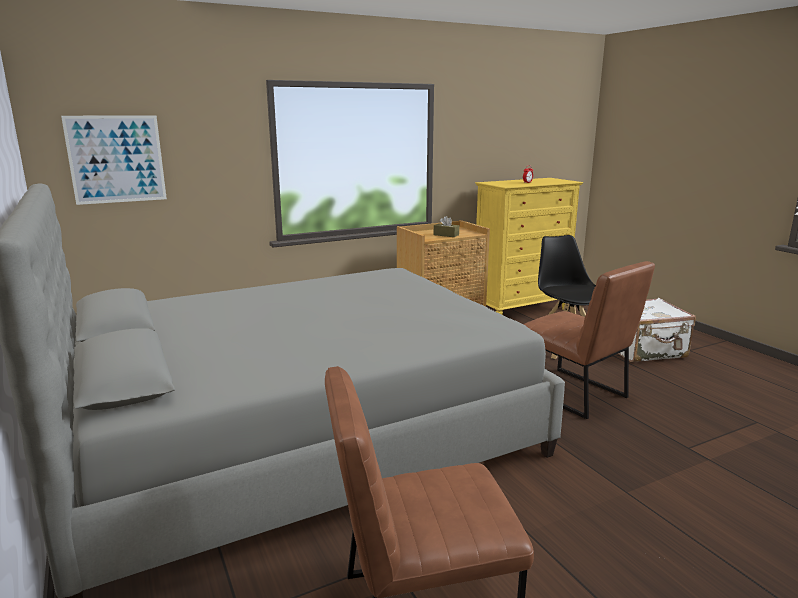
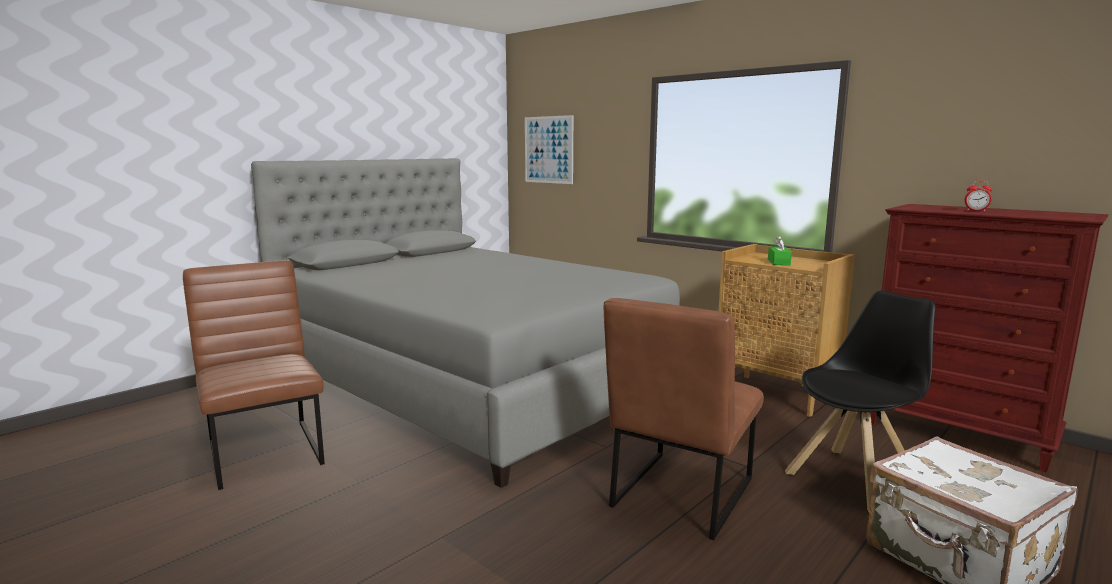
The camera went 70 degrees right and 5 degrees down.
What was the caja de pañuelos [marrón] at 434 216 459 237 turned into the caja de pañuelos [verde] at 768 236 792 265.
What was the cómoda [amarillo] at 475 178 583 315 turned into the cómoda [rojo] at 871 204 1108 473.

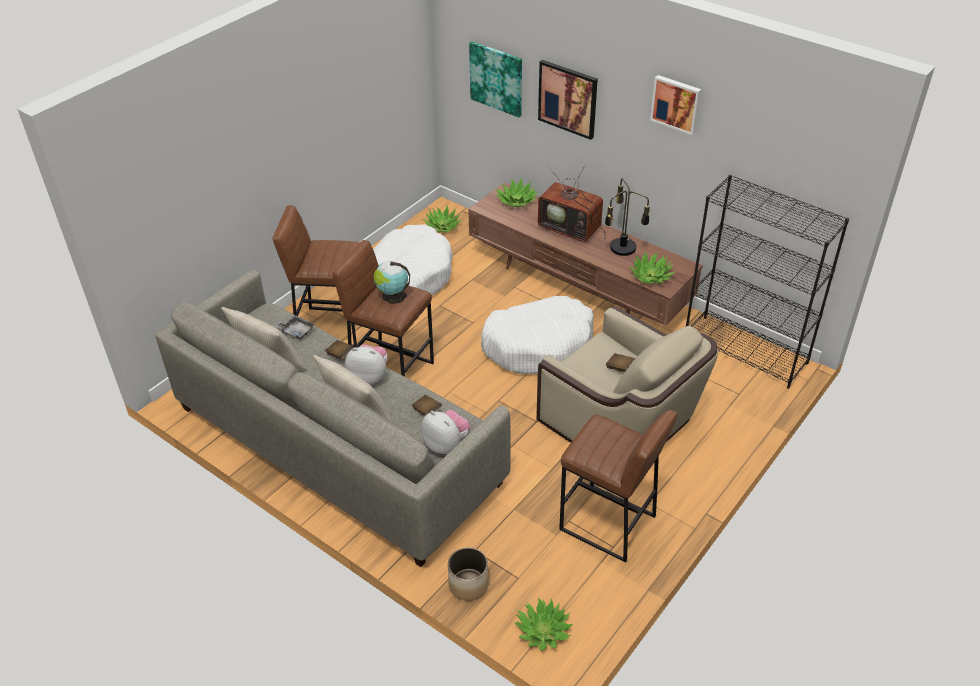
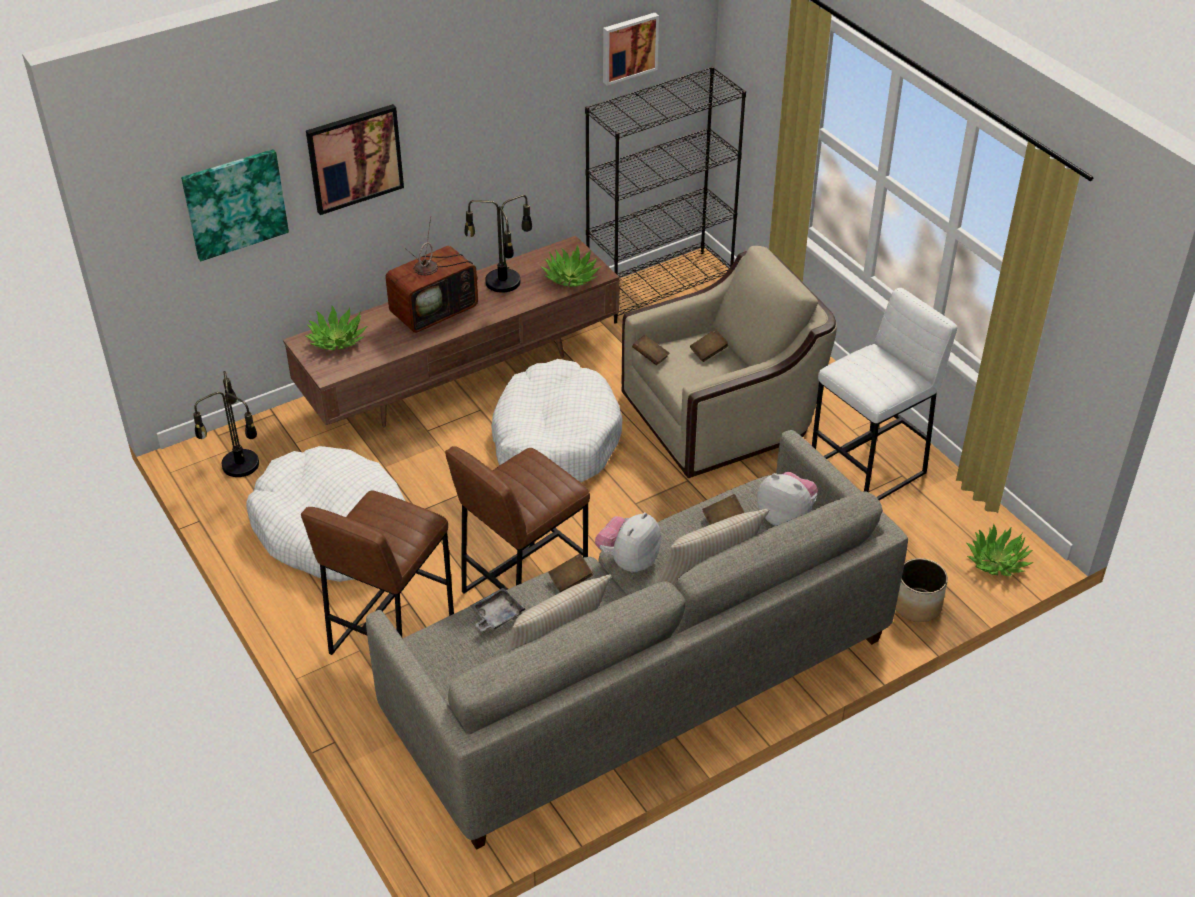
The camera went 70 degrees left and 0 degrees up.
The second view lost the globo terráqueo at 374 260 410 304.
The peluche at 421 410 470 454 ended up facing another way, 60 degrees clockwise from before.
Where the planta en maceta stood at 423 206 462 232, the lámpara de mesa came to stand at 193 371 259 477.
What was the taburete [marrón] at 559 410 677 563 turned into the taburete [blanco] at 812 288 957 500.
The cuadro ended up elsewhere, having gone from 650 75 701 135 to 603 13 659 86.
The second view gained the libro [marrón] at 632 335 669 365.

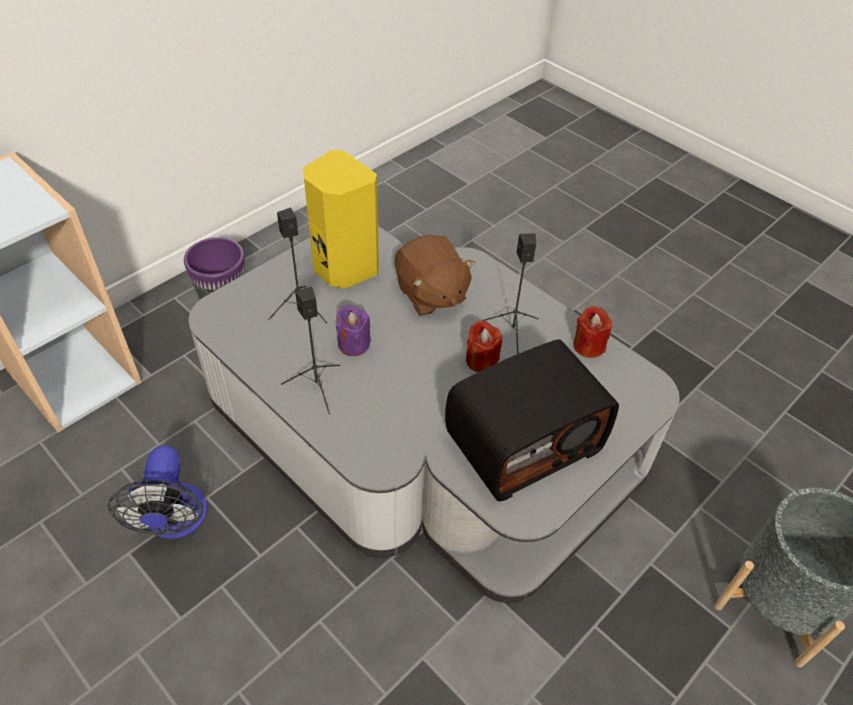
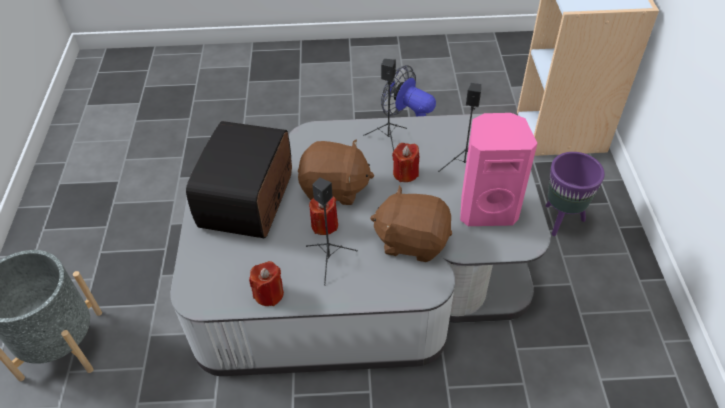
The camera went 135 degrees right and 0 degrees up.
What was the altavoz [amarillo] at 303 150 379 288 turned into the altavoz [rosa] at 460 113 537 226.
What was the vela [morado] at 336 304 371 356 turned into the vela [rojo] at 392 143 419 182.
The second view gained the peluche [marrón] at 298 139 374 205.

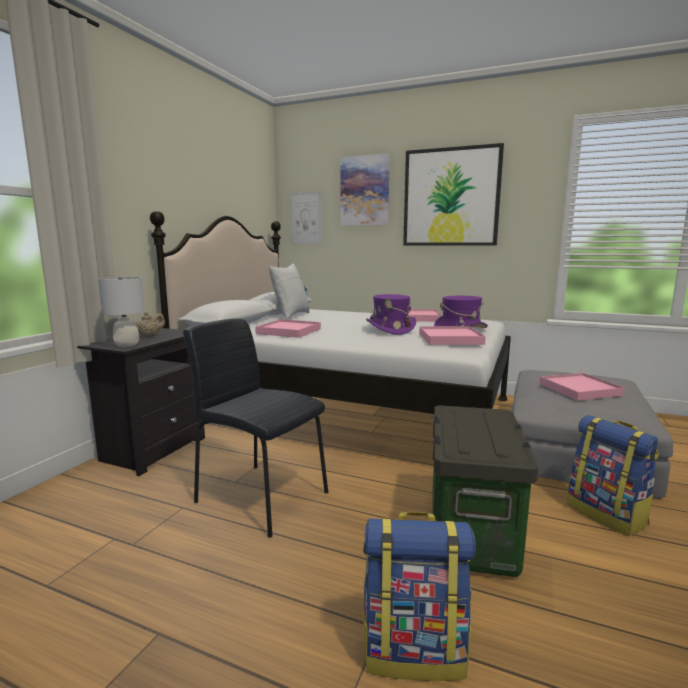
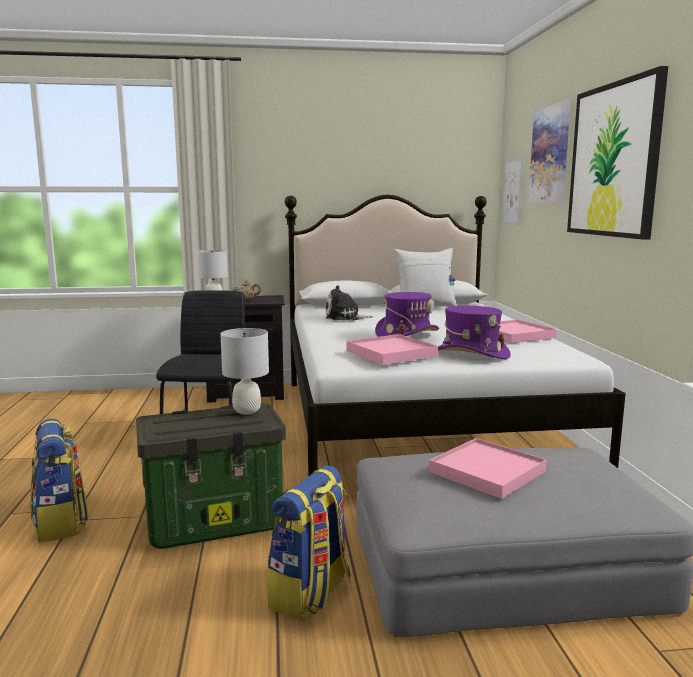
The camera went 60 degrees right and 0 degrees up.
Where the bandeja [rosa] stood at 255 319 321 338, the peluche came to stand at 326 285 373 321.
The second view gained the lámpara de mesa [gris] at 220 328 269 415.

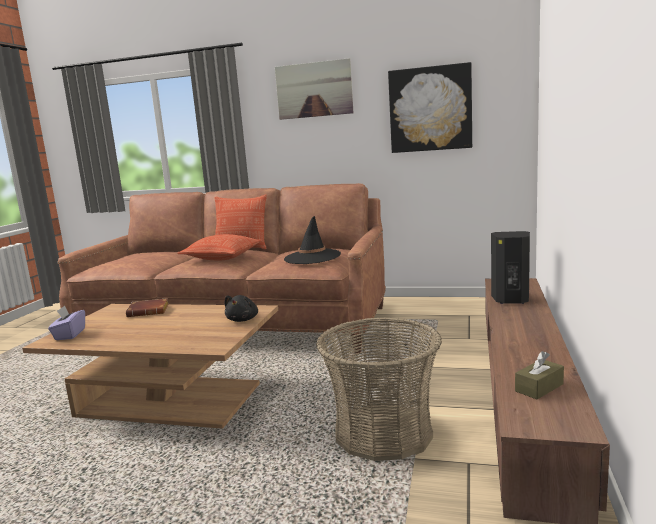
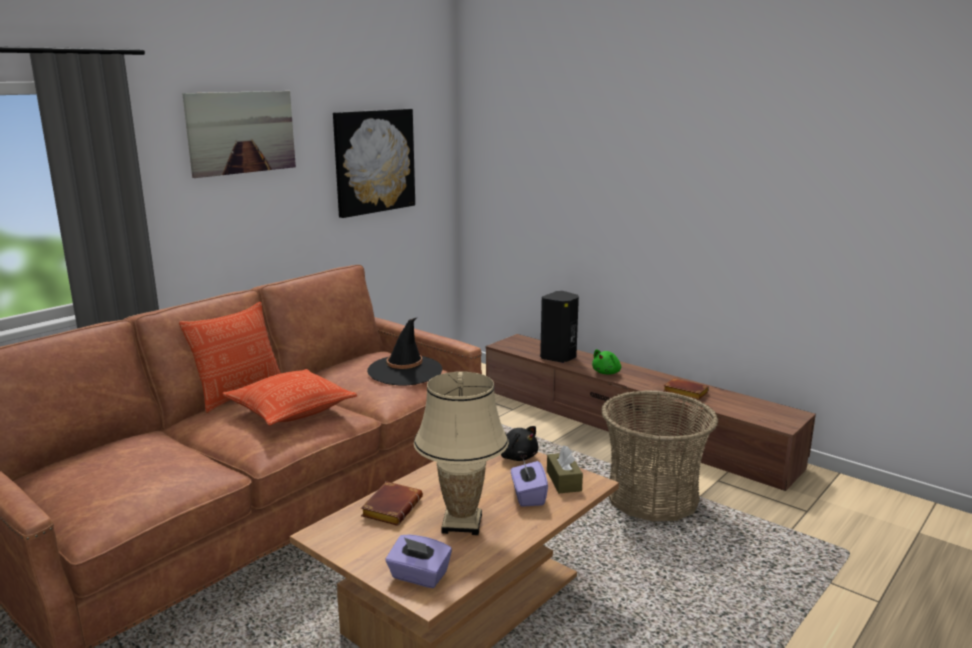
The camera went 65 degrees left and 5 degrees up.
The caja de pañuelos [marrón] ended up elsewhere, having gone from 515 351 564 400 to 547 445 583 493.
The second view gained the lámpara de mesa [beis] at 414 372 509 535.
The second view gained the caja de pañuelos [morado] at 511 459 548 507.
The second view gained the peluche [verde] at 592 349 621 375.
The second view gained the libro [marrón] at 663 378 709 400.

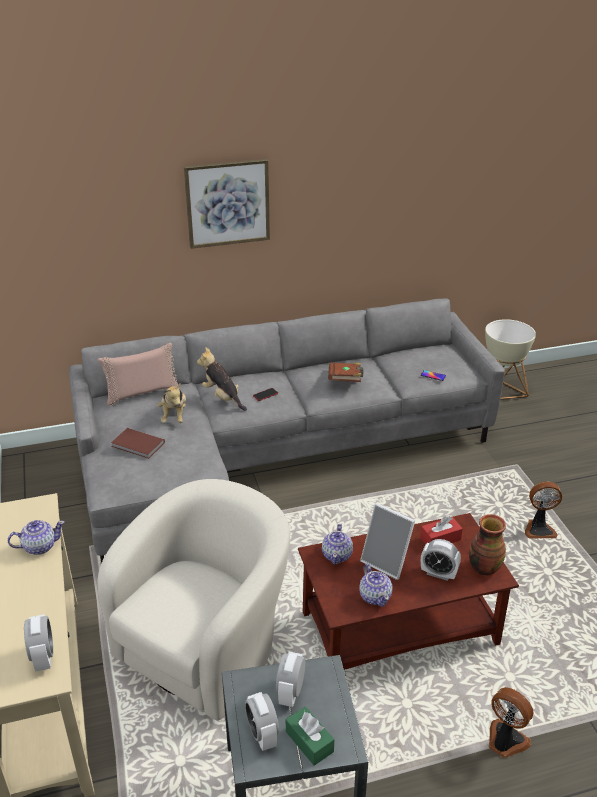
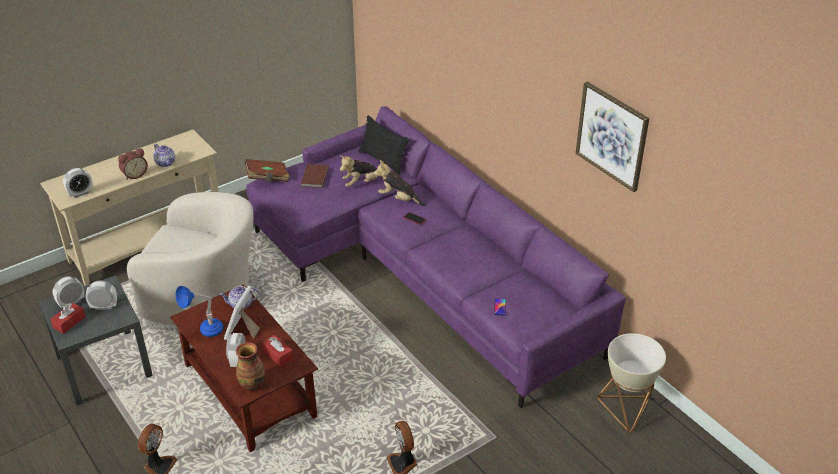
The camera went 70 degrees right and 5 degrees up.
What was the sofá [gris] at 69 298 505 563 turned into the sofá [morado] at 246 106 626 408.
What was the cojín [beis] at 98 343 180 406 turned into the cojín [negro] at 358 115 409 175.
The cuadro ended up elsewhere, having gone from 184 159 270 249 to 575 82 649 192.
The peluche at 197 347 247 411 ended up facing another way, 90 degrees counterclockwise from before.
What was the caja de pañuelos [verde] at 286 707 334 766 turned into the caja de pañuelos [rojo] at 50 302 86 334.
The libro [marrón] ended up elsewhere, having gone from 328 363 363 382 to 245 159 290 182.
Where the tetera stood at 359 564 393 607, the lámpara de mesa [azul] came to stand at 176 286 223 337.
The second view gained the despertador at 118 148 148 180.

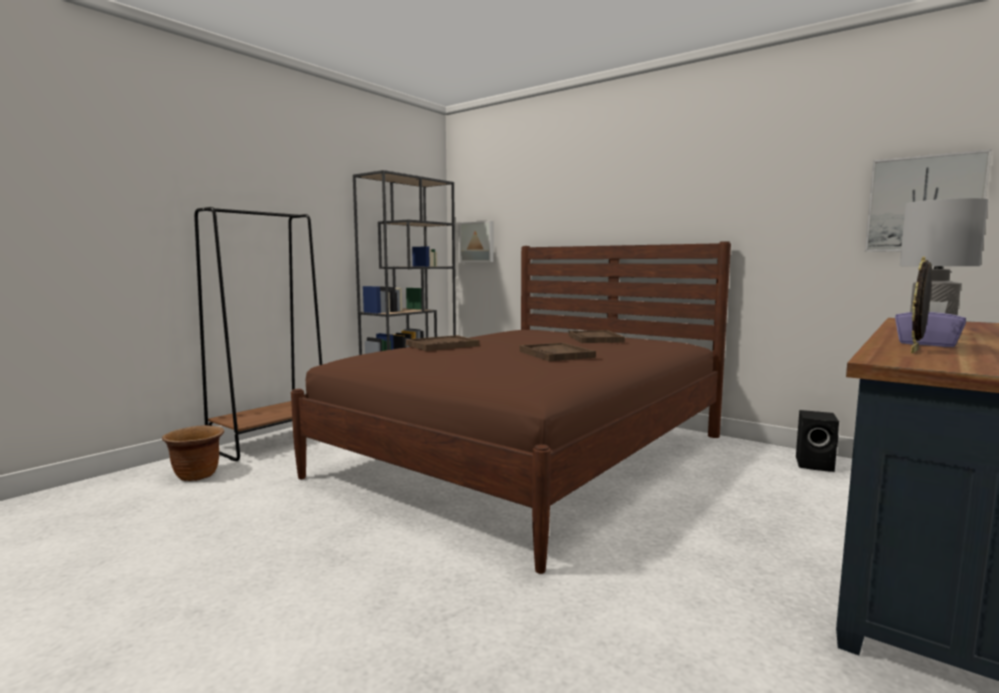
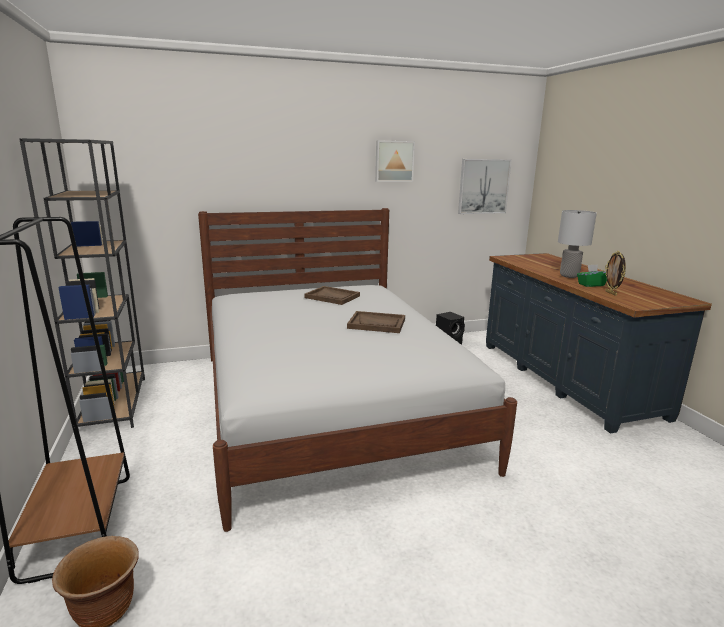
The camera went 55 degrees left and 10 degrees up.
What was the cama [marrón] at 291 241 731 574 turned into the cama [blanco] at 198 208 517 532.
The second view lost the bandeja [marrón] at 406 335 480 351.
The cuadro ended up elsewhere, having gone from 460 221 494 262 to 375 140 415 182.
What was the caja de pañuelos [morado] at 895 301 966 347 turned into the caja de pañuelos [verde] at 577 264 607 287.

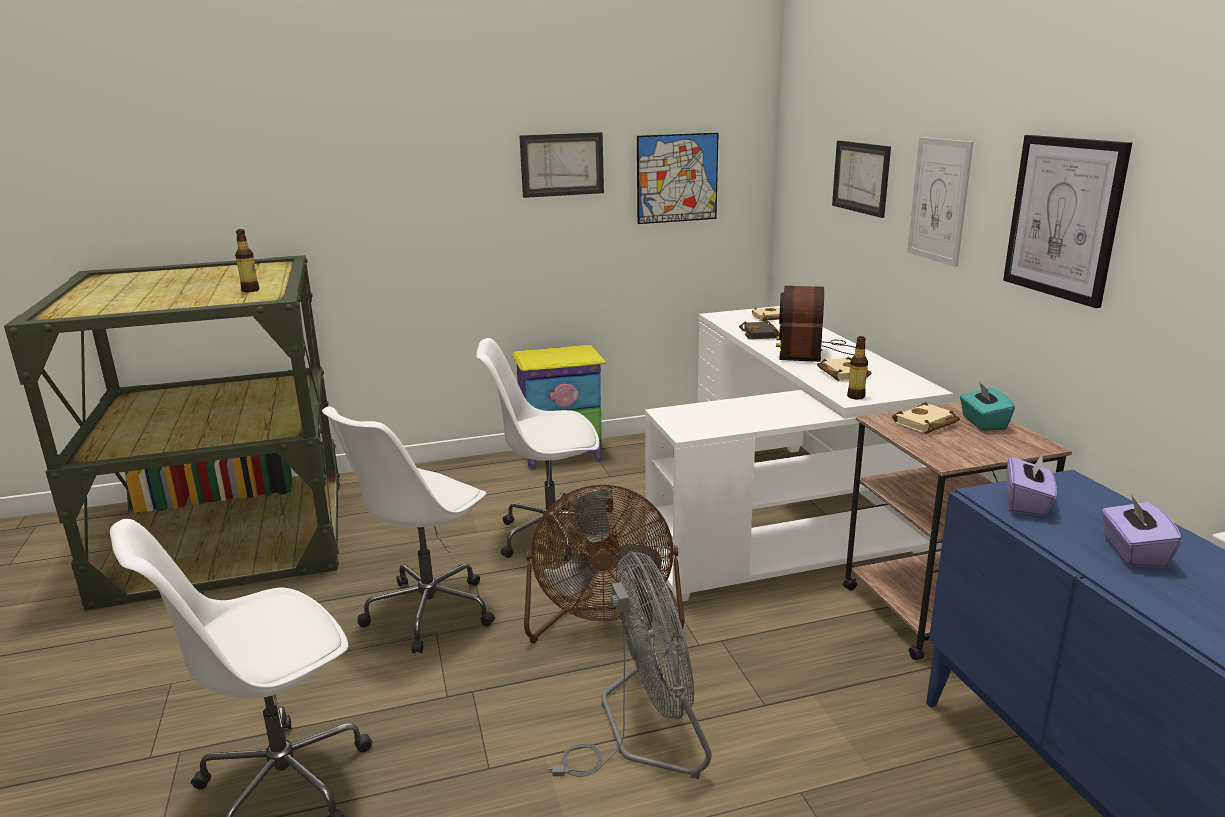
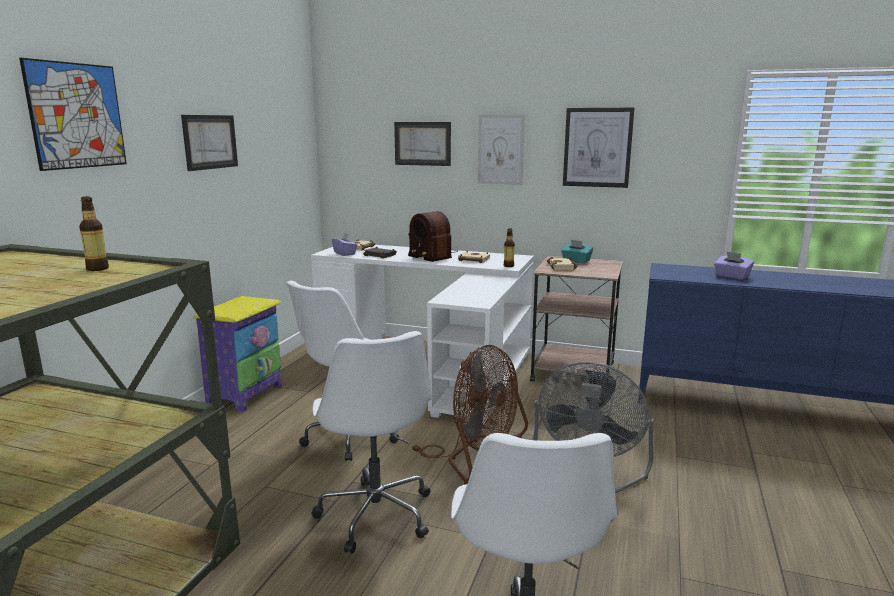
The camera went 55 degrees left and 5 degrees down.
The cuadro ended up elsewhere, having gone from 637 133 719 224 to 19 58 127 171.
The caja de pañuelos [morado] ended up elsewhere, having gone from 1006 453 1057 517 to 332 233 357 256.

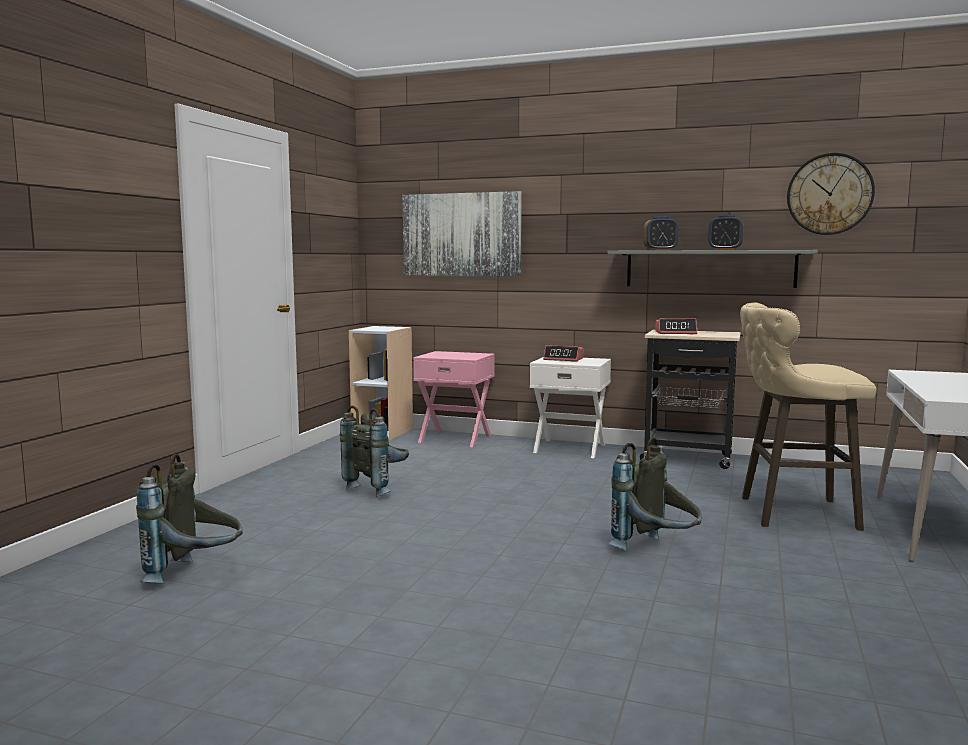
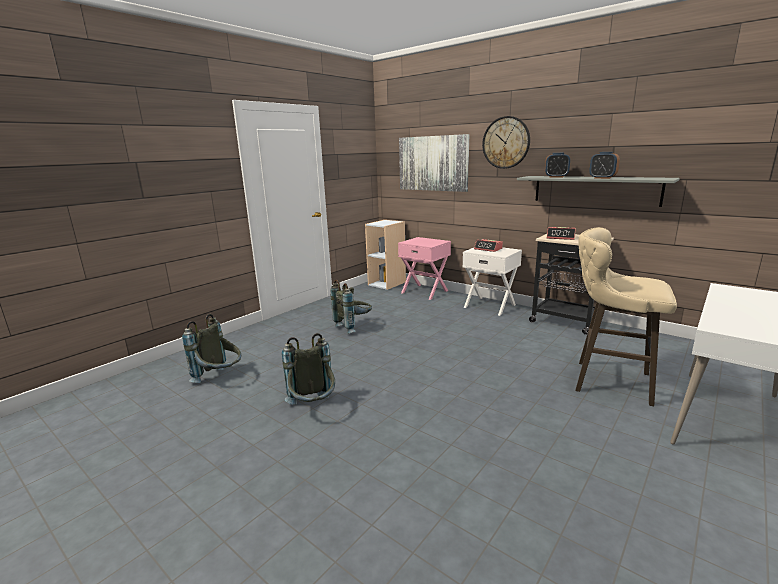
The camera went 20 degrees right and 10 degrees up.
The mochila [gris] ended up elsewhere, having gone from 608 437 702 551 to 282 333 335 405.
The reloj de pared ended up elsewhere, having gone from 787 153 875 235 to 482 116 530 169.

